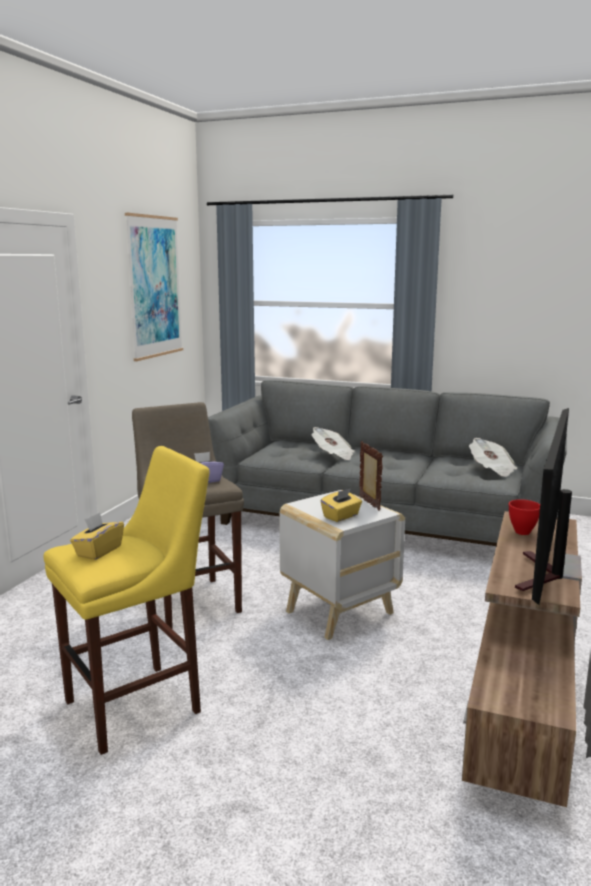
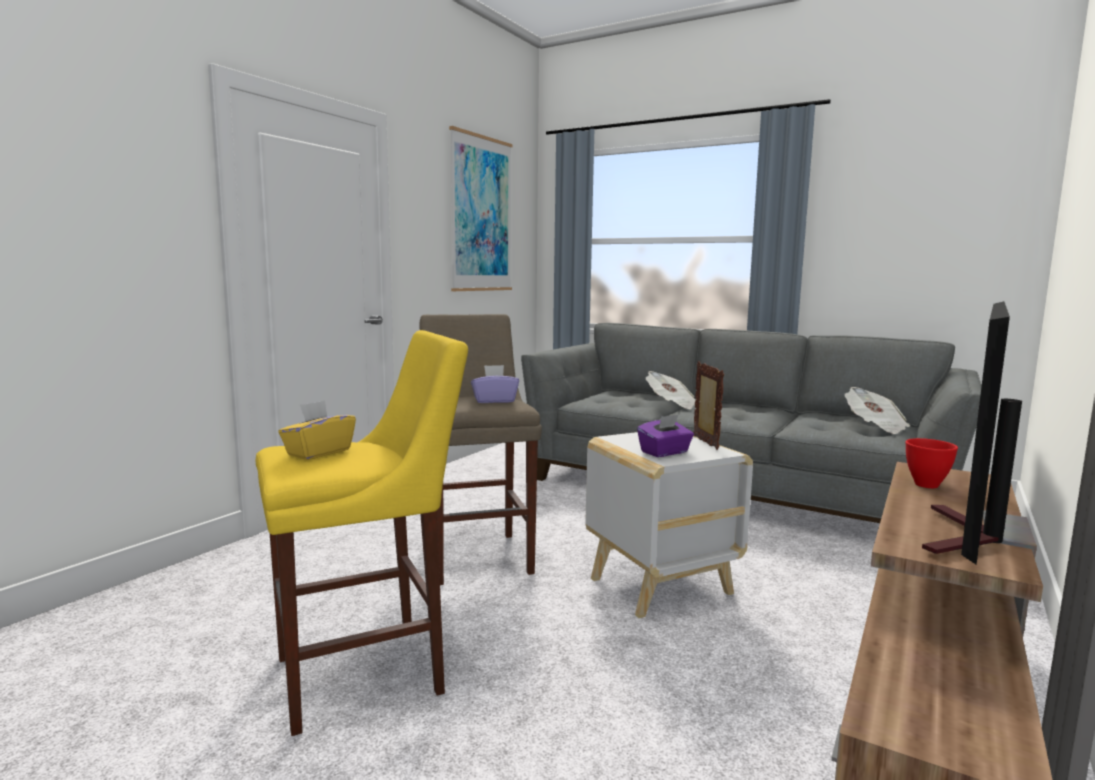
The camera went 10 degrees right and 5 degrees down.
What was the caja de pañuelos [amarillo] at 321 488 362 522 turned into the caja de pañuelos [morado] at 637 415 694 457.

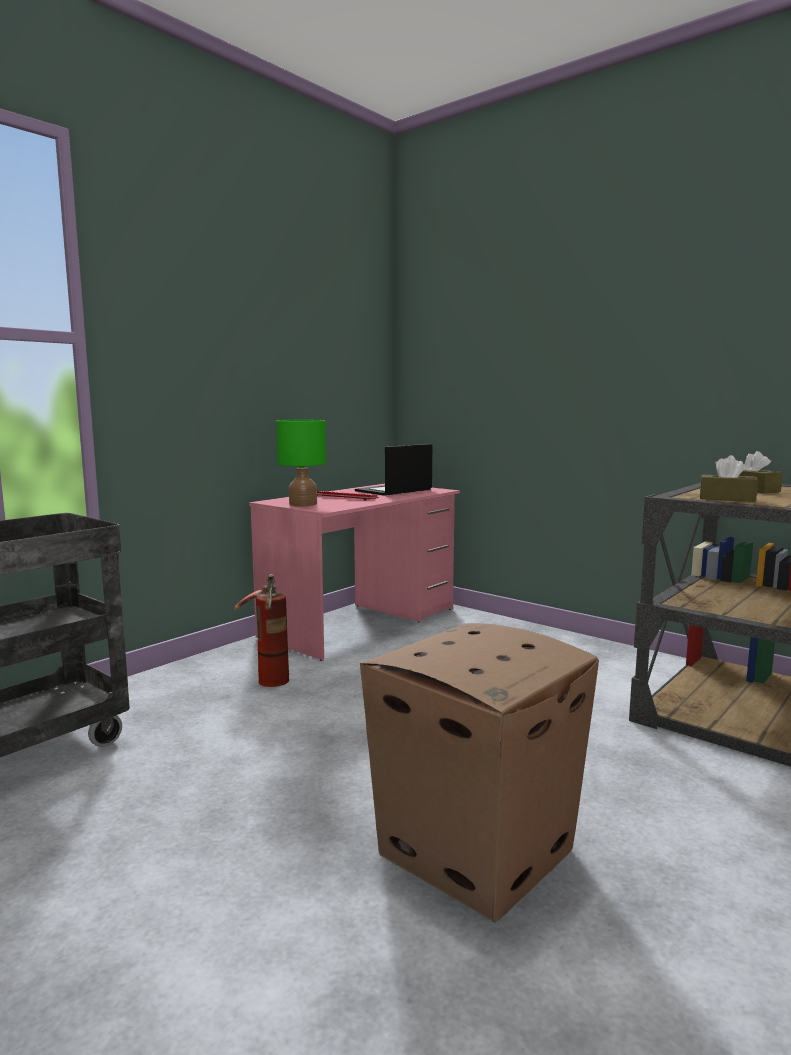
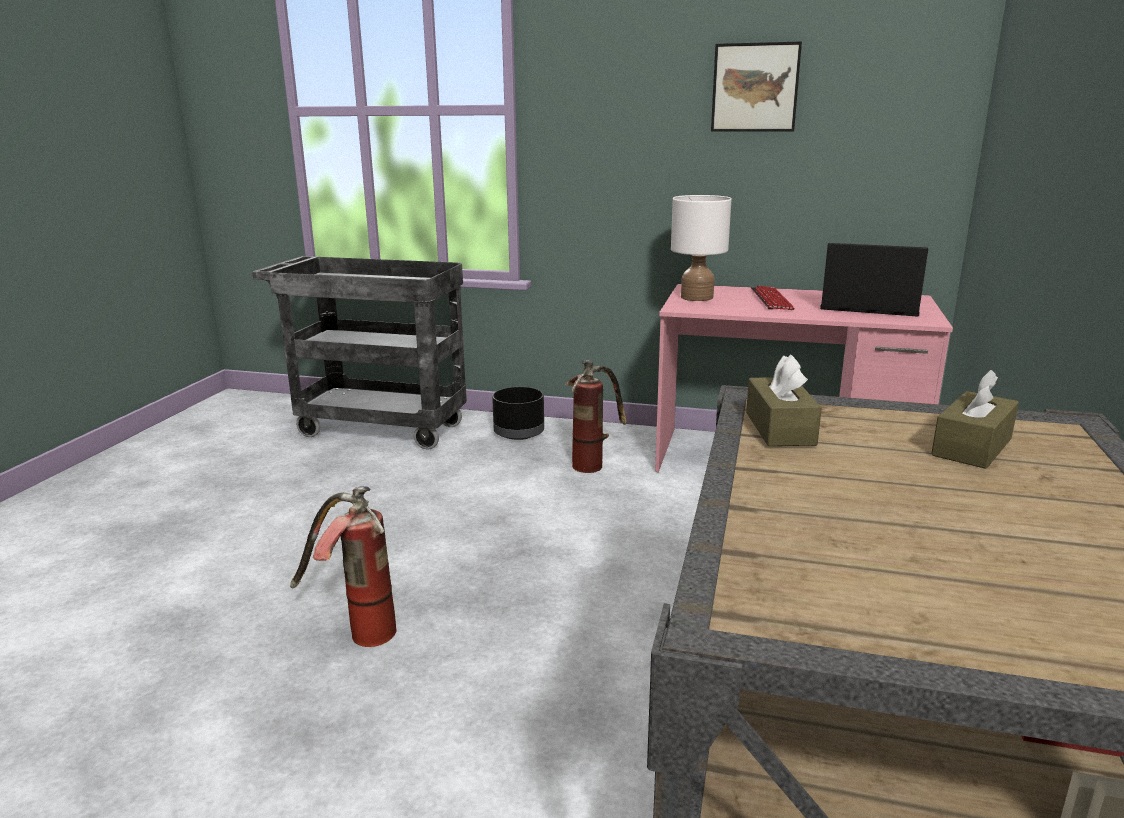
The camera went 65 degrees right and 10 degrees up.
What was the lámpara de mesa [verde] at 276 420 326 506 turned into the lámpara de mesa [blanco] at 671 195 732 301.
Where the caja de cartón stood at 360 623 599 923, the extintor came to stand at 290 486 397 647.
The second view gained the maceta [negro] at 492 387 544 440.
The second view gained the cuadro at 711 41 802 132.

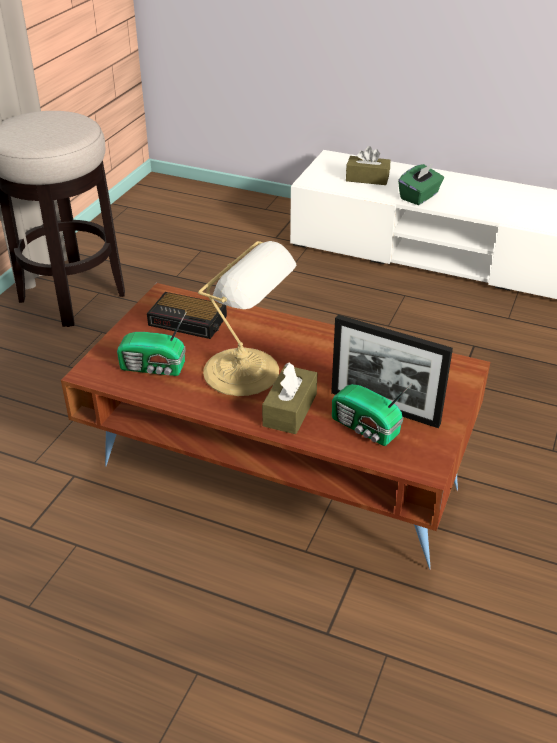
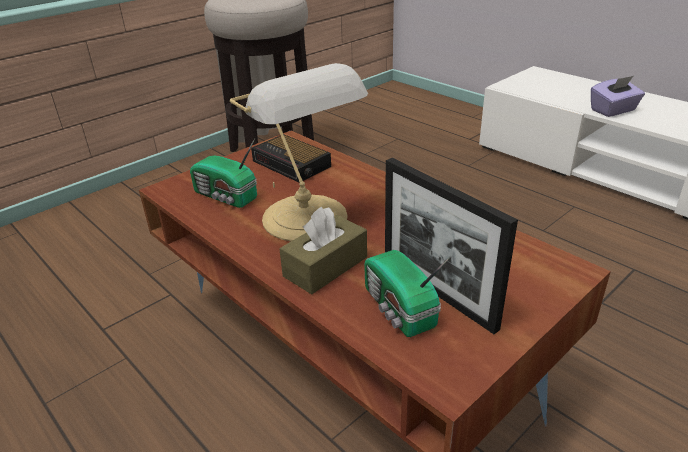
The camera went 25 degrees right and 5 degrees down.
The second view lost the caja de pañuelos [marrón] at 346 146 390 185.
What was the caja de pañuelos [verde] at 398 163 444 205 turned into the caja de pañuelos [morado] at 591 76 645 117.

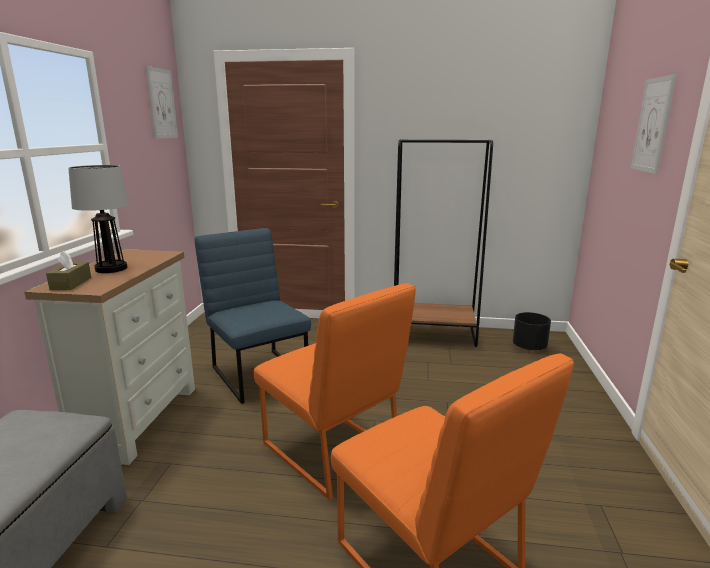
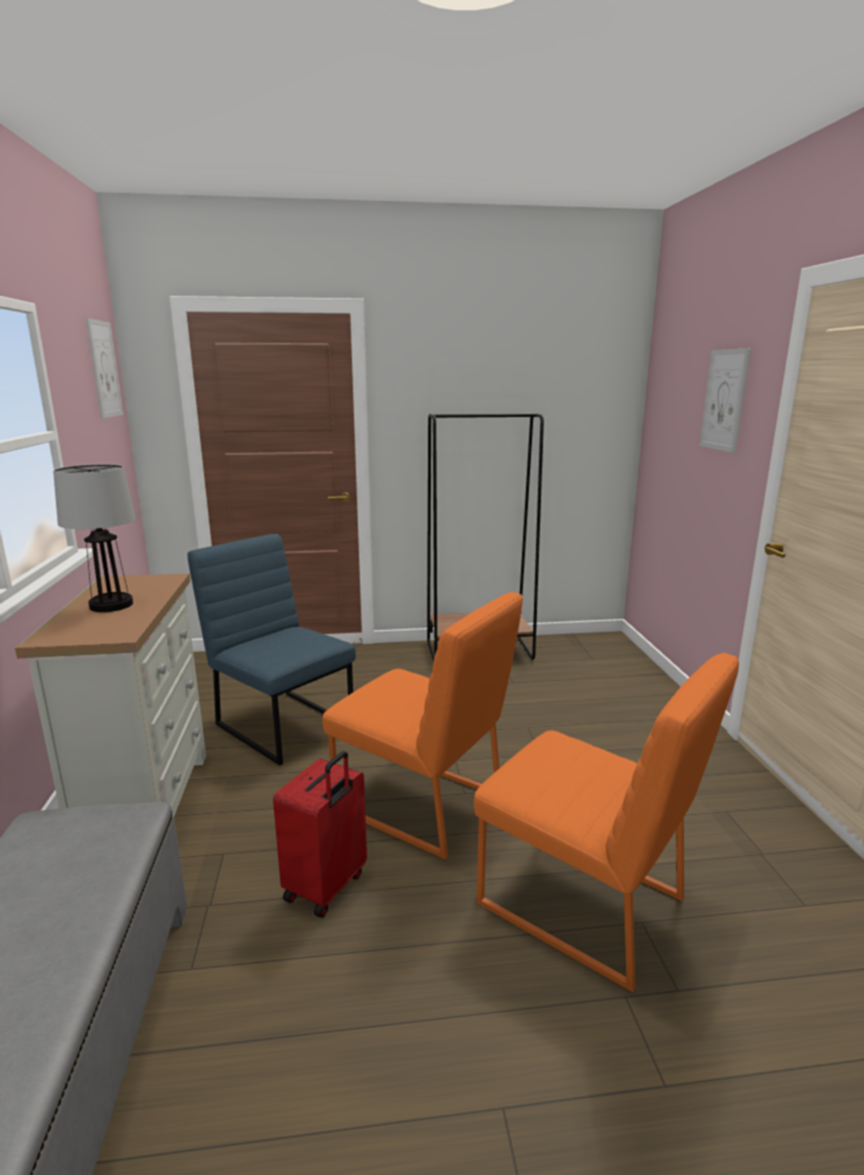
The camera went 15 degrees left and 0 degrees up.
The second view lost the caja de pañuelos [marrón] at 46 251 91 290.
The second view lost the maceta [negro] at 513 312 551 351.
The second view gained the maleta [rojo] at 273 751 367 918.

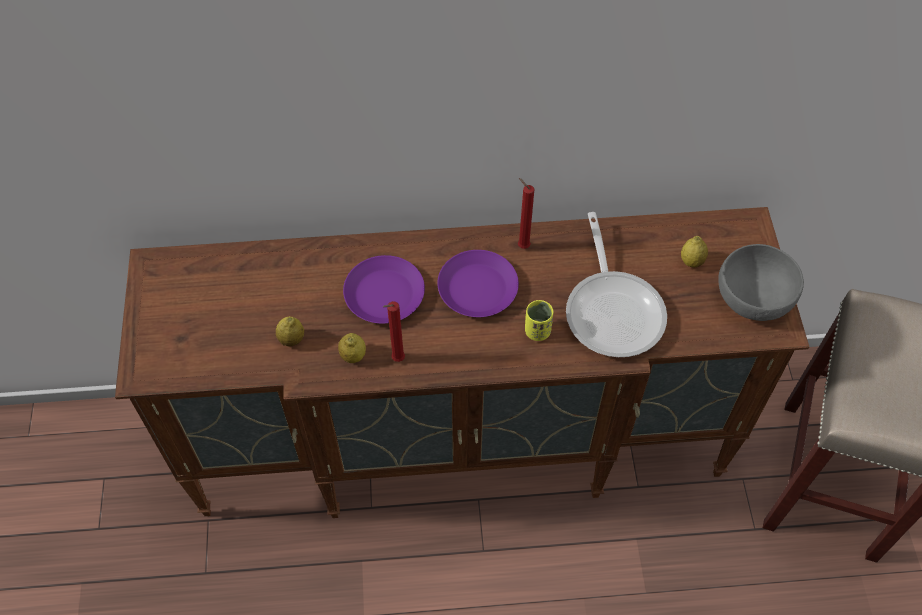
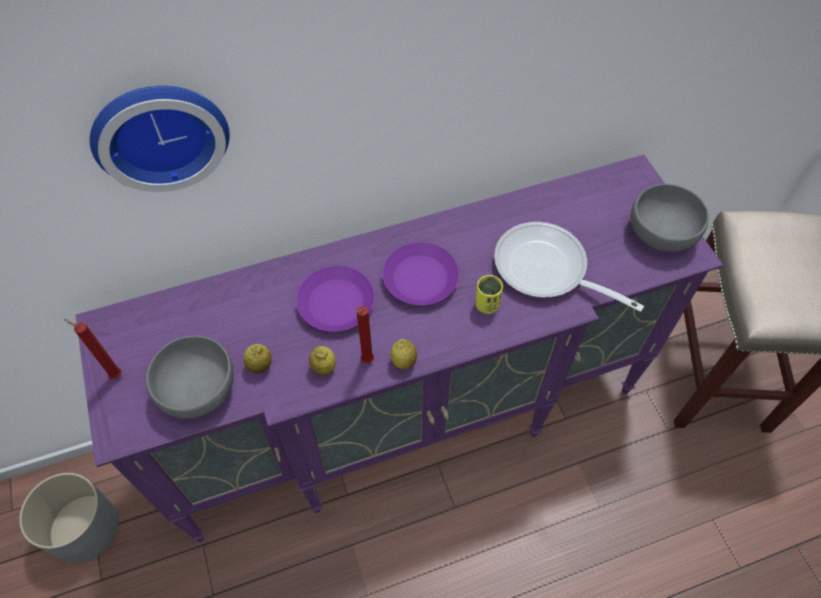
The camera went 15 degrees left and 0 degrees up.
What was the armario [marrón] at 115 207 809 518 turned into the armario [morado] at 75 155 723 542.
The vela [rojo] ended up elsewhere, having gone from 518 178 534 249 to 64 319 122 379.
The sartén at 566 212 667 357 ended up facing another way, 150 degrees clockwise from before.
The limón ended up elsewhere, having gone from 681 236 708 268 to 390 339 417 369.
The second view gained the maceta [gris] at 19 473 119 563.
The second view gained the reloj de pared at 90 86 230 192.
The second view gained the cuenco [gris] at 146 335 234 419.

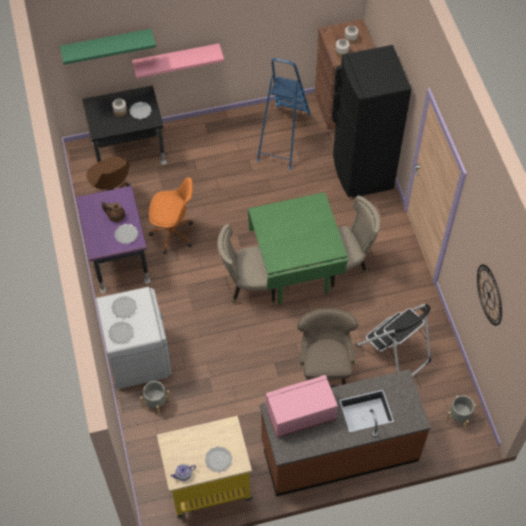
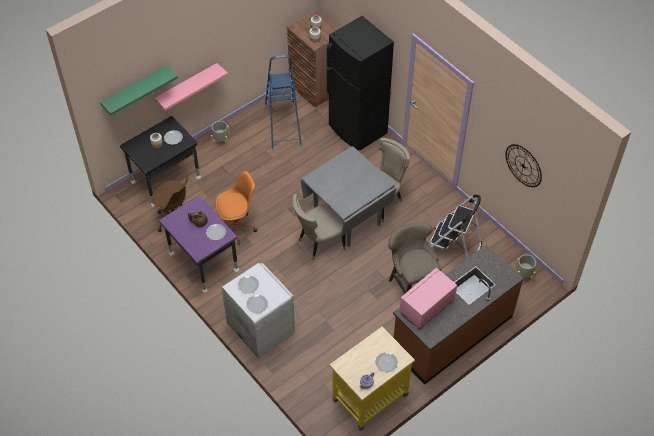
The camera went 25 degrees left and 5 degrees down.
The maceta [gris] ended up elsewhere, having gone from 140 381 171 417 to 211 121 230 148.
What was the mesa de comedor [verde] at 248 192 348 304 turned into the mesa de comedor [gris] at 300 147 396 247.

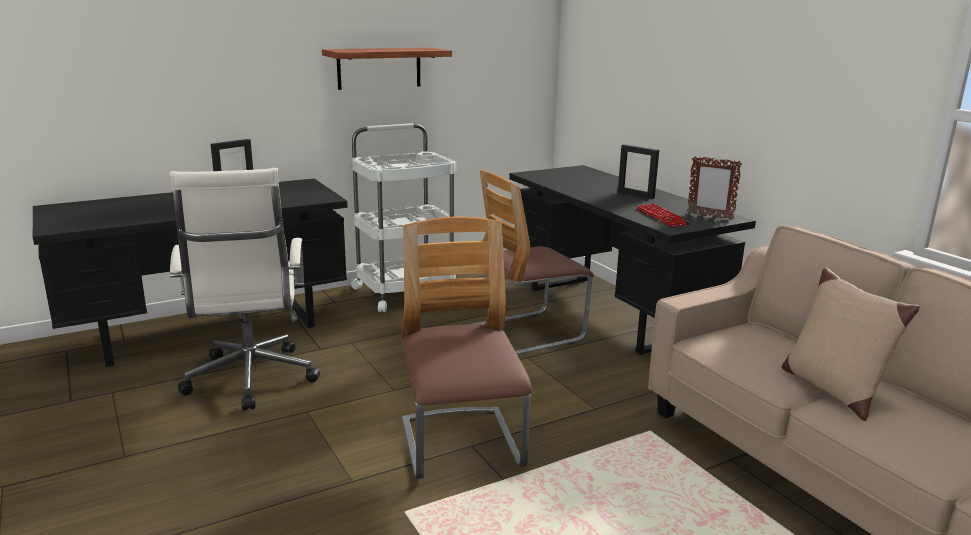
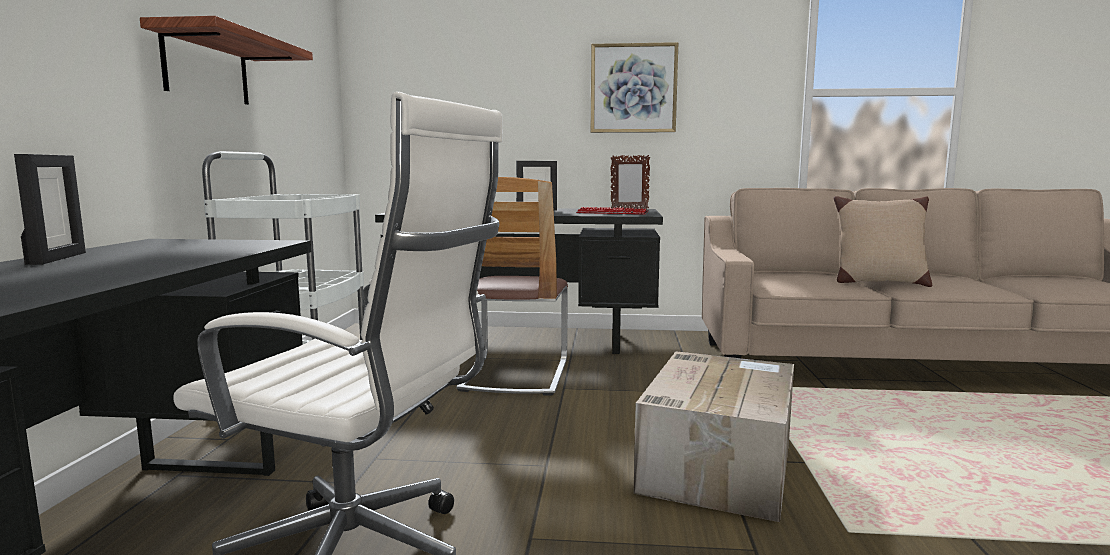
The camera went 55 degrees left and 10 degrees down.
Where the silla stood at 401 217 532 479, the caja de cartón came to stand at 634 351 794 522.
The second view gained the cuadro at 591 42 678 133.

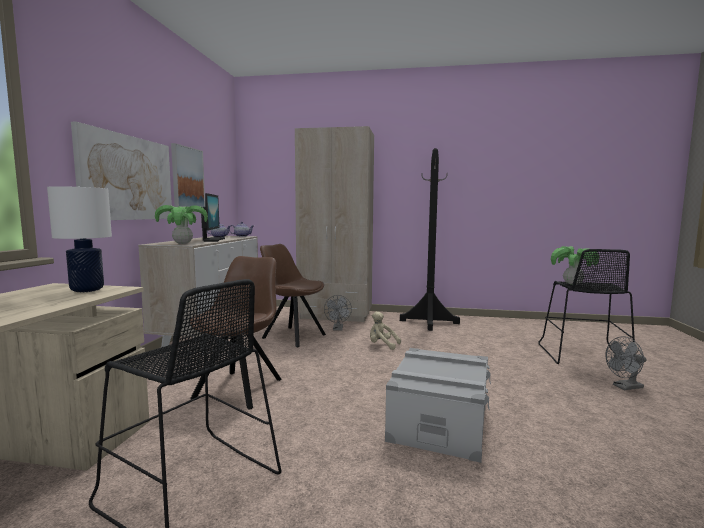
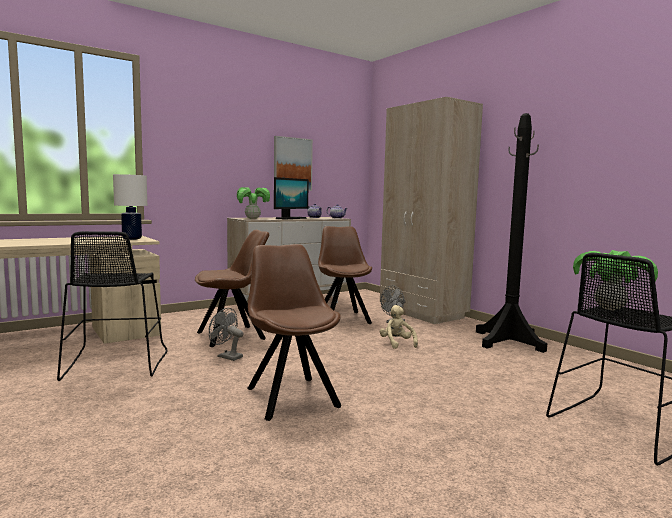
The camera went 45 degrees right and 0 degrees up.
The second view lost the cuadro at 71 122 172 220.
Where the caja de almacenaje [gris] stood at 385 348 491 463, the silla [marrón] came to stand at 247 244 341 421.
The ventilador [gris] ended up elsewhere, having gone from 605 336 647 390 to 209 308 244 361.

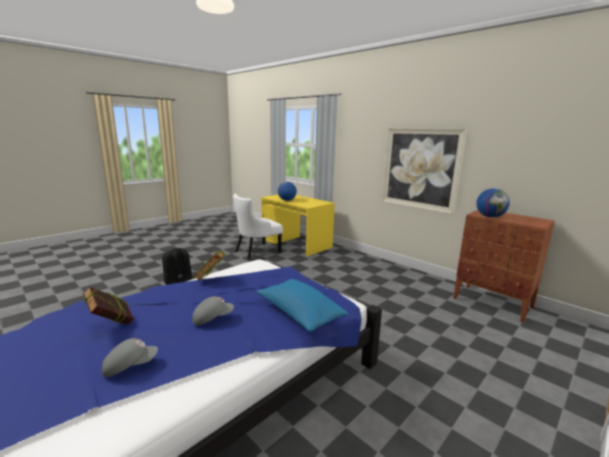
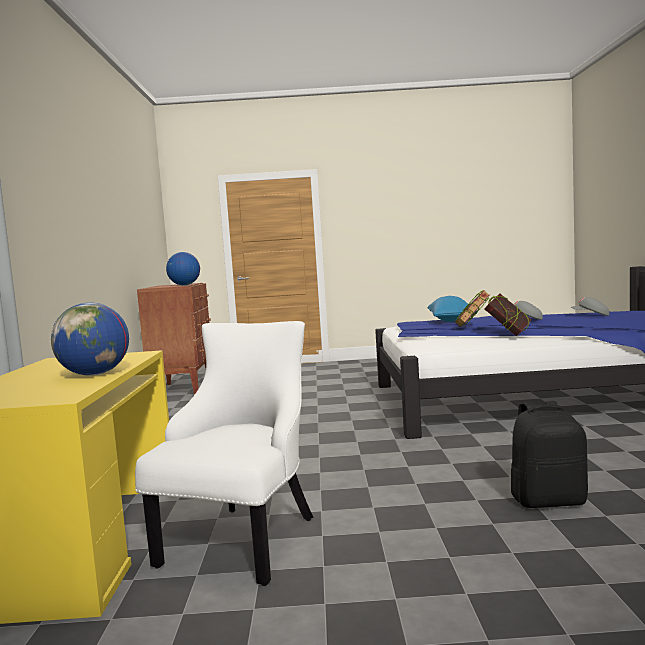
The camera went 135 degrees left and 10 degrees down.
The libro ended up elsewhere, having gone from 83 287 134 325 to 455 291 490 327.
The silla [blanco] at 233 194 283 260 ended up facing another way, 75 degrees counterclockwise from before.
The second view lost the cuadro at 382 128 467 214.

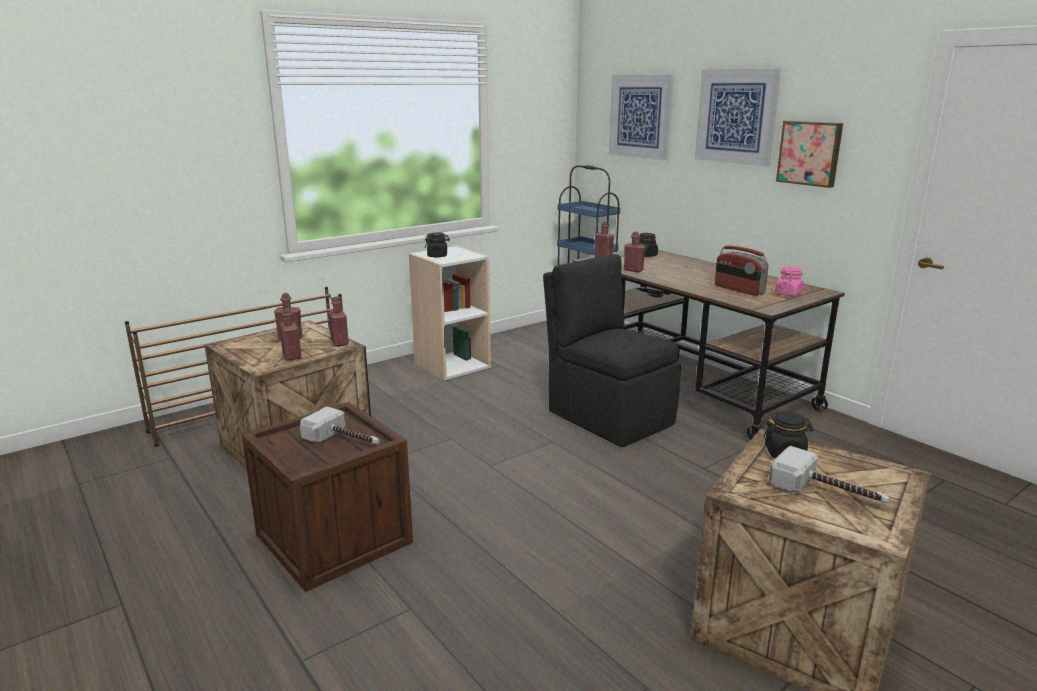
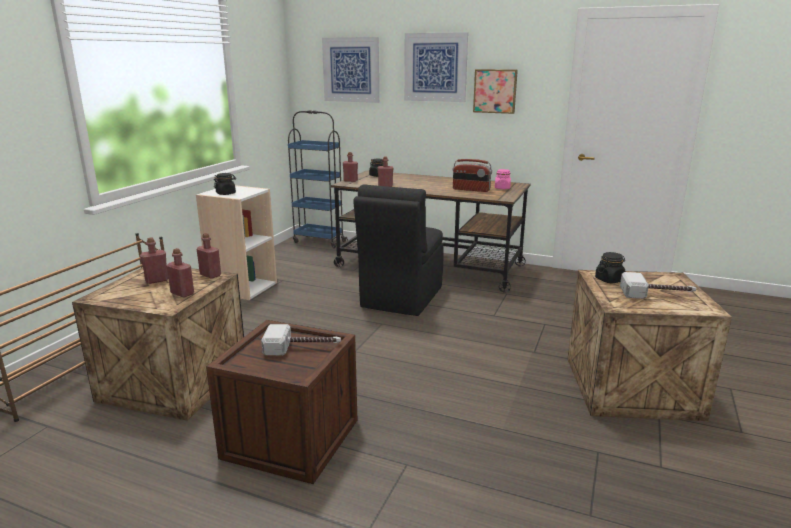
The camera went 30 degrees left and 0 degrees up.
The silla [negro] at 543 254 681 447 ended up facing another way, 90 degrees counterclockwise from before.

